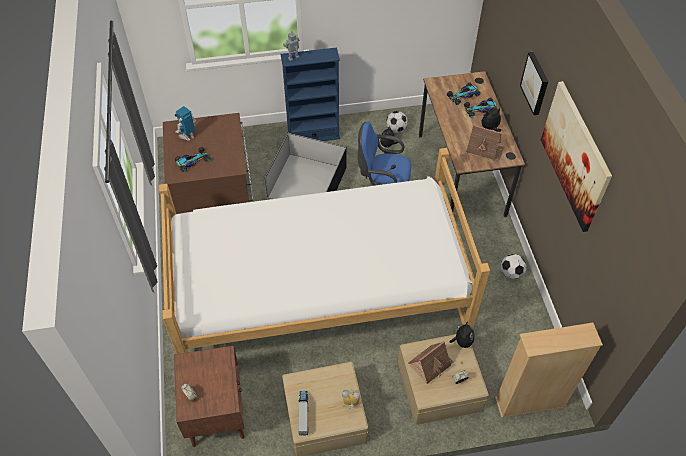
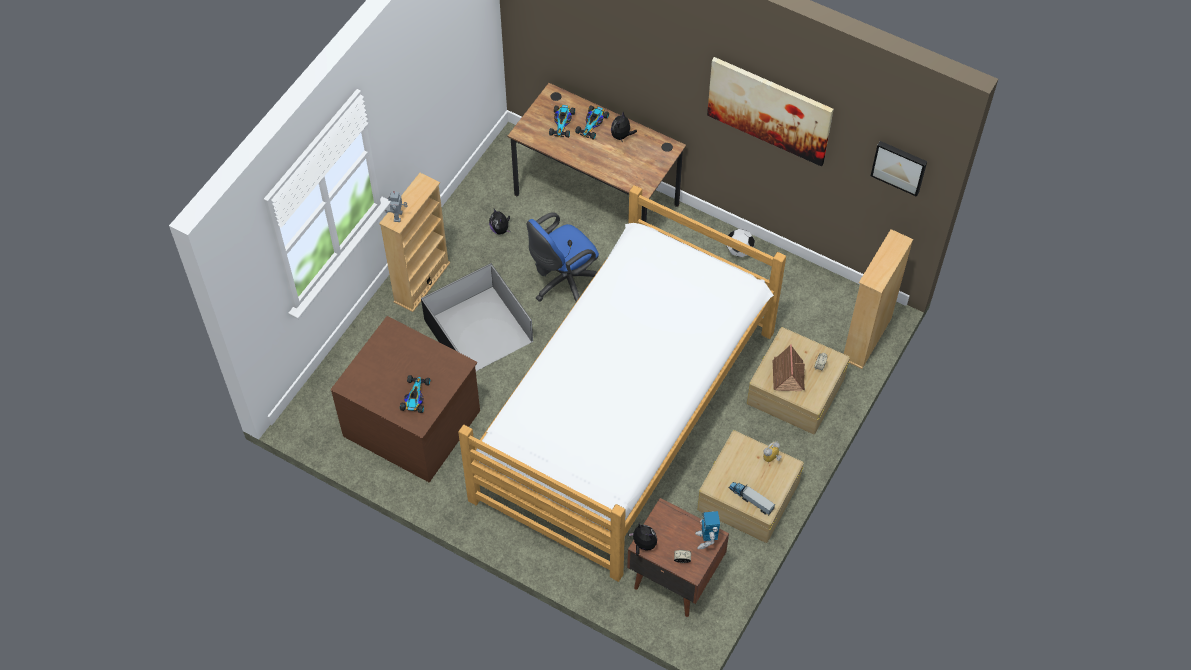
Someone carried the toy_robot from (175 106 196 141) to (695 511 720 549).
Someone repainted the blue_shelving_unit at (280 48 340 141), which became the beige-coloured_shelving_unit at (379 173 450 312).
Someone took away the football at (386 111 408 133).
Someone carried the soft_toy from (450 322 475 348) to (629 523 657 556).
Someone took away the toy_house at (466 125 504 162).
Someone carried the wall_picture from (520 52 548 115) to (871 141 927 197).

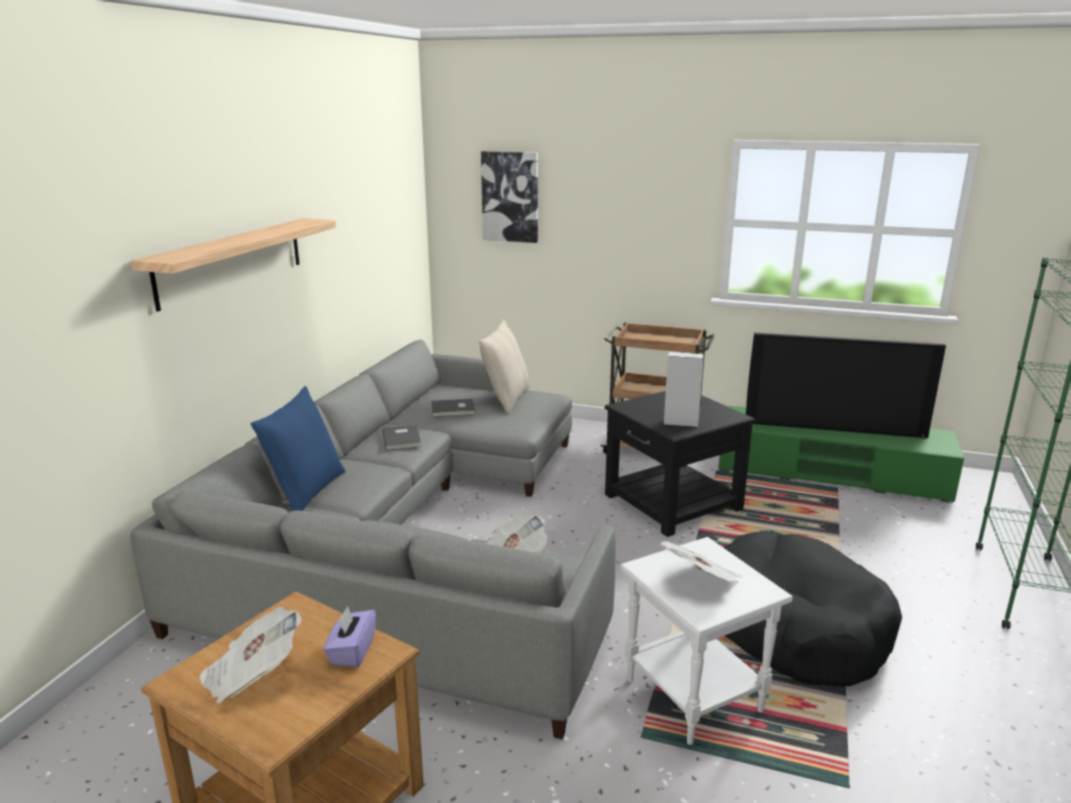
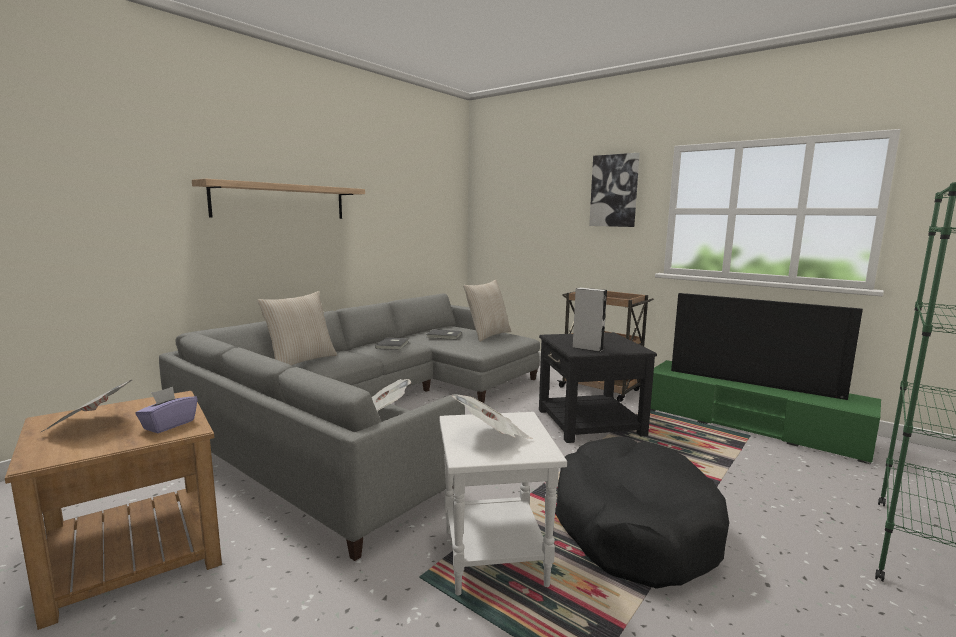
Someone repainted the blue_throw_pillow at (251 386 346 511), which became the beige-coloured_throw_pillow at (257 291 337 366).
Someone carried the wall_picture from (481 151 538 243) to (589 153 640 227).

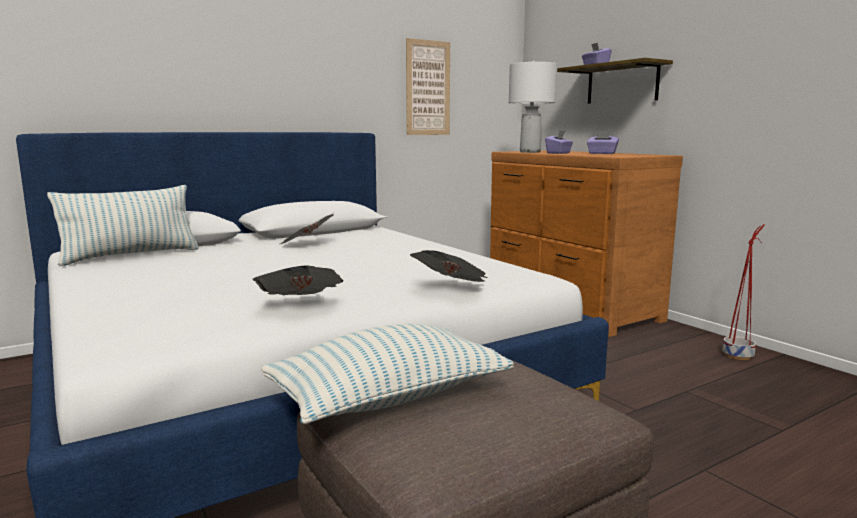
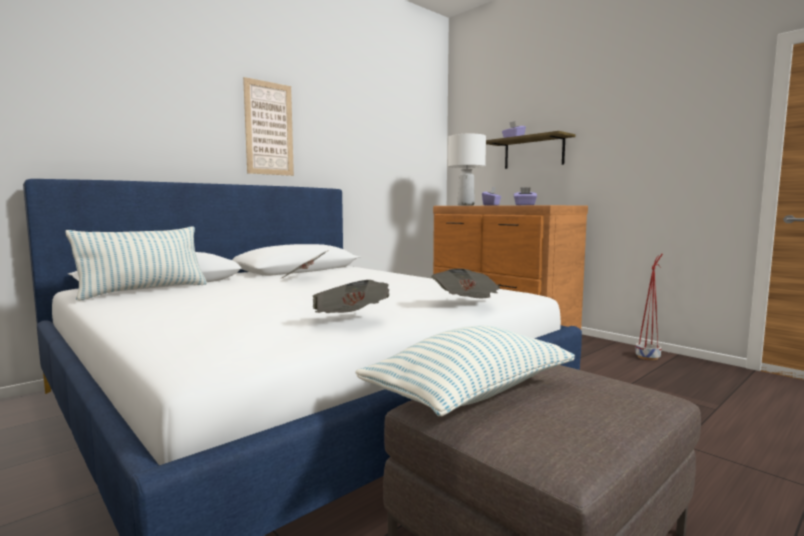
Someone carried the wall_picture from (406 38 450 135) to (243 77 294 176).

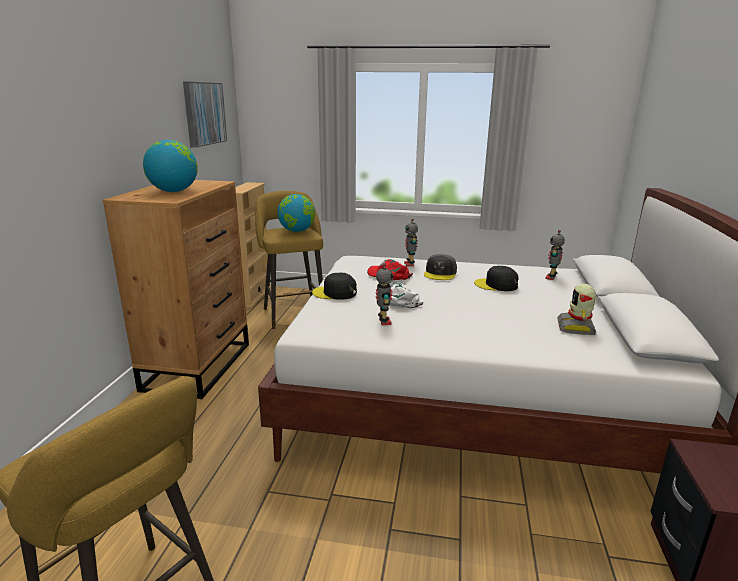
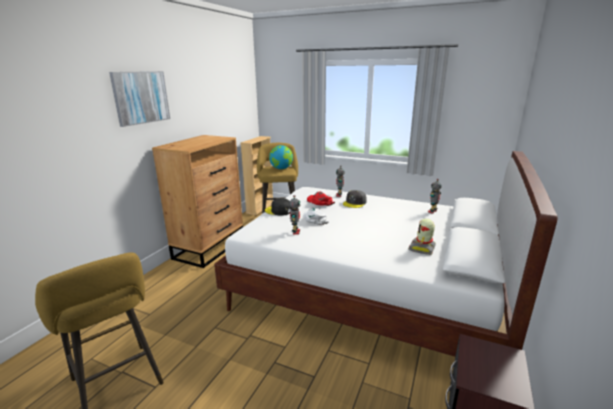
Someone took away the desk_globe at (143 140 198 192).
Someone carried the wall_picture from (183 82 227 148) to (109 71 170 127).
Someone took away the blackish_baseball_cap at (474 266 519 291).

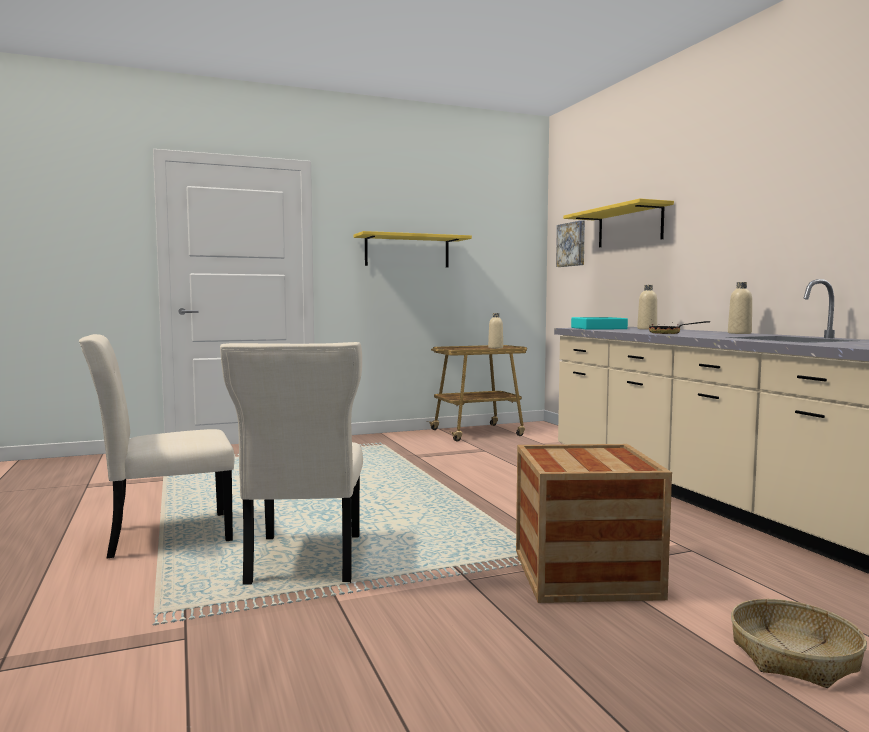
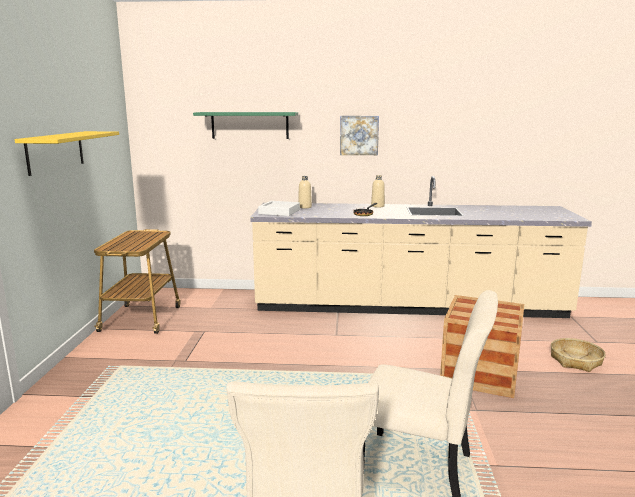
Someone took away the beige-coloured_drink_bottle at (488 313 503 348).
Someone carried the wall_picture from (556 220 585 267) to (340 116 379 155).
Someone repainted the yellow_wall_shelf at (563 198 674 247), which became the green-coloured_wall_shelf at (193 112 298 139).
Someone repainted the blue-green_carrying_tray at (571 317 628 330), which became the white-coloured_carrying_tray at (258 201 300 216).

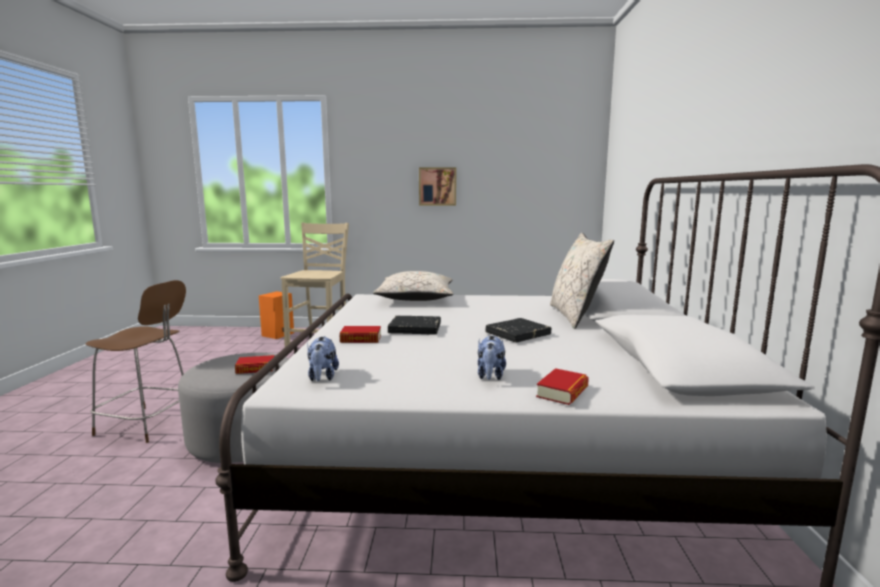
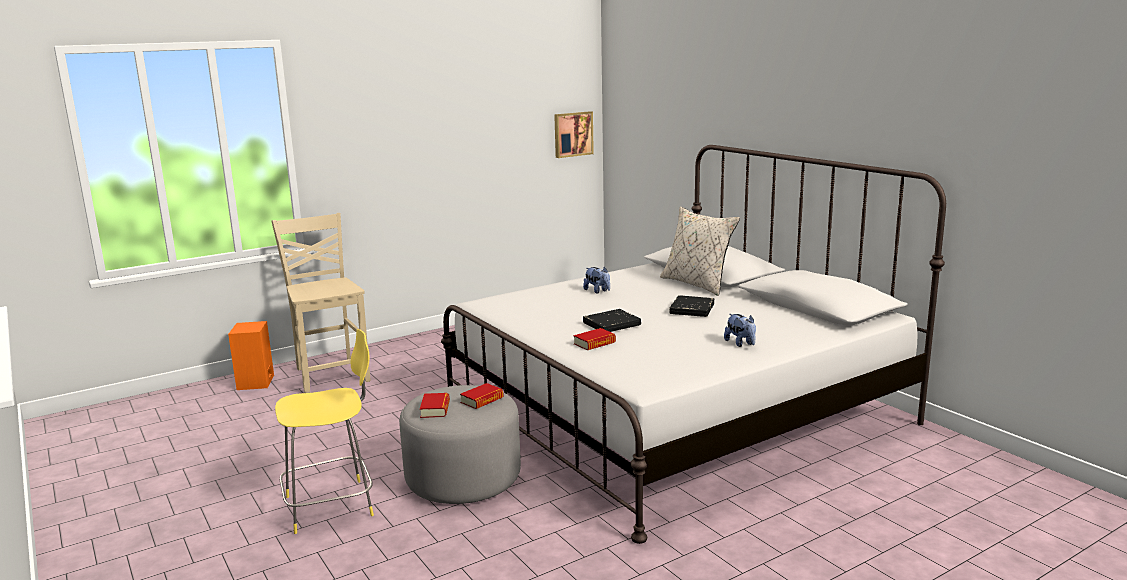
Someone repainted the brownish_sitting_stool at (85 280 186 443), which became the yellow_sitting_stool at (275 329 374 534).
Someone carried the soft_toy from (307 336 339 381) to (583 267 610 294).
Someone took away the beige-coloured_throw_pillow at (373 271 453 301).
Someone carried the wall_picture from (419 167 456 205) to (554 111 594 158).
Someone carried the volume from (536 368 589 405) to (420 393 450 418).

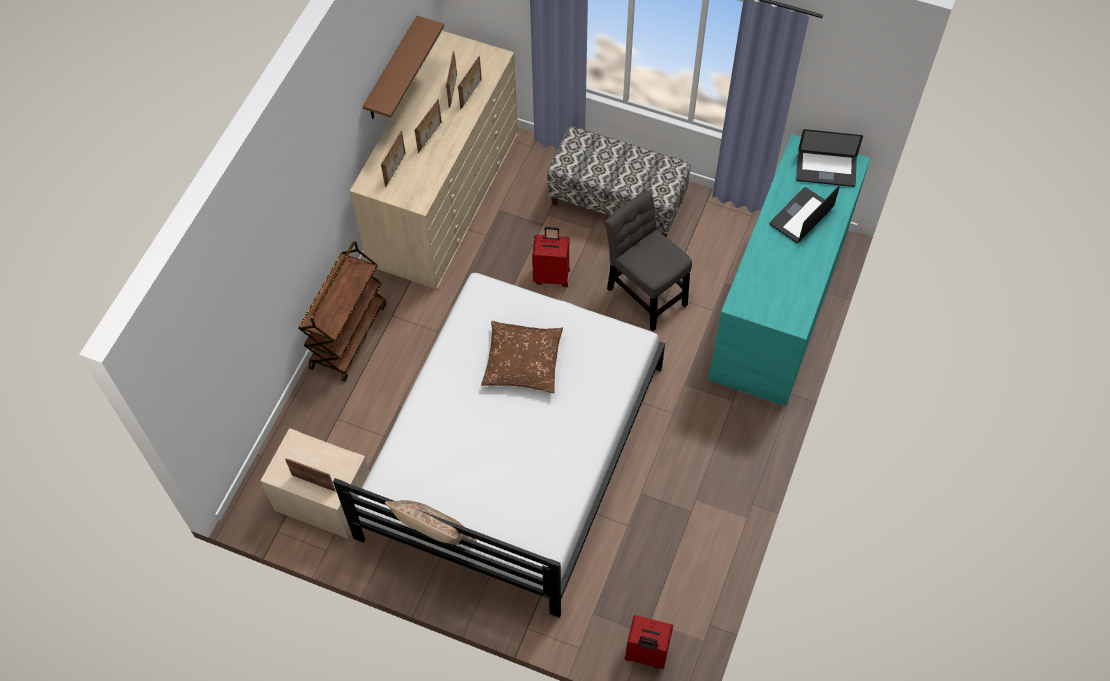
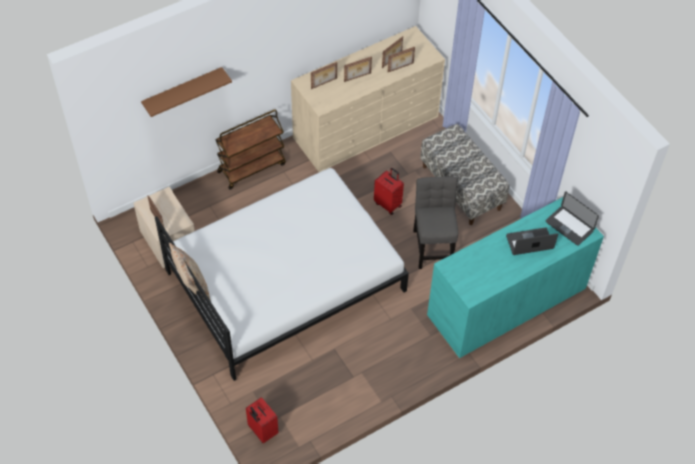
Someone carried the brownish_wall_shelf from (362 16 444 119) to (141 67 232 117).
Someone took away the brownish_throw_pillow at (481 321 563 393).

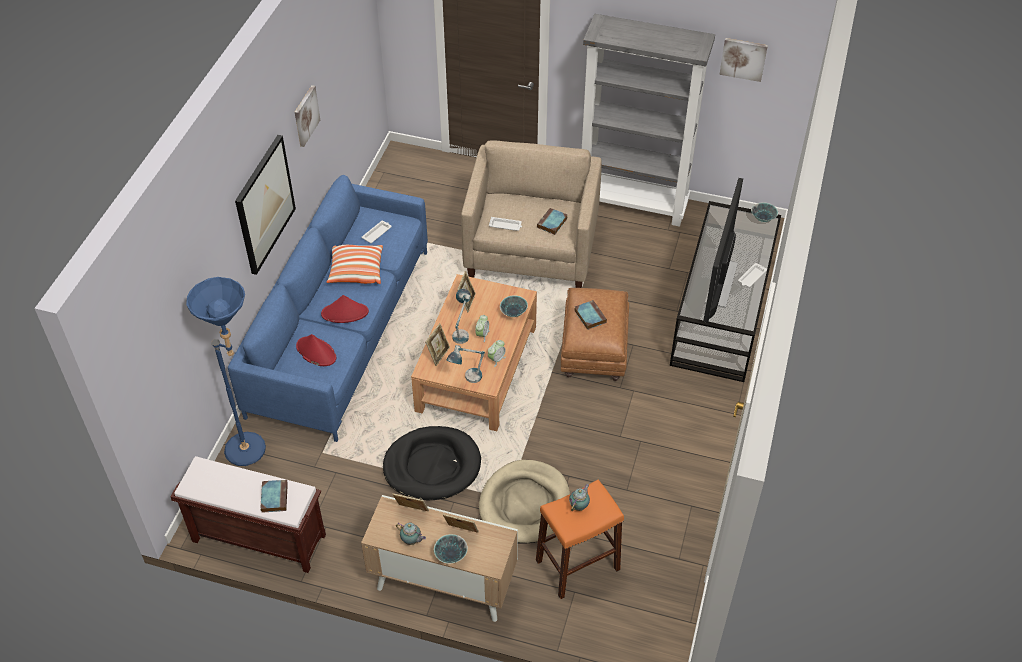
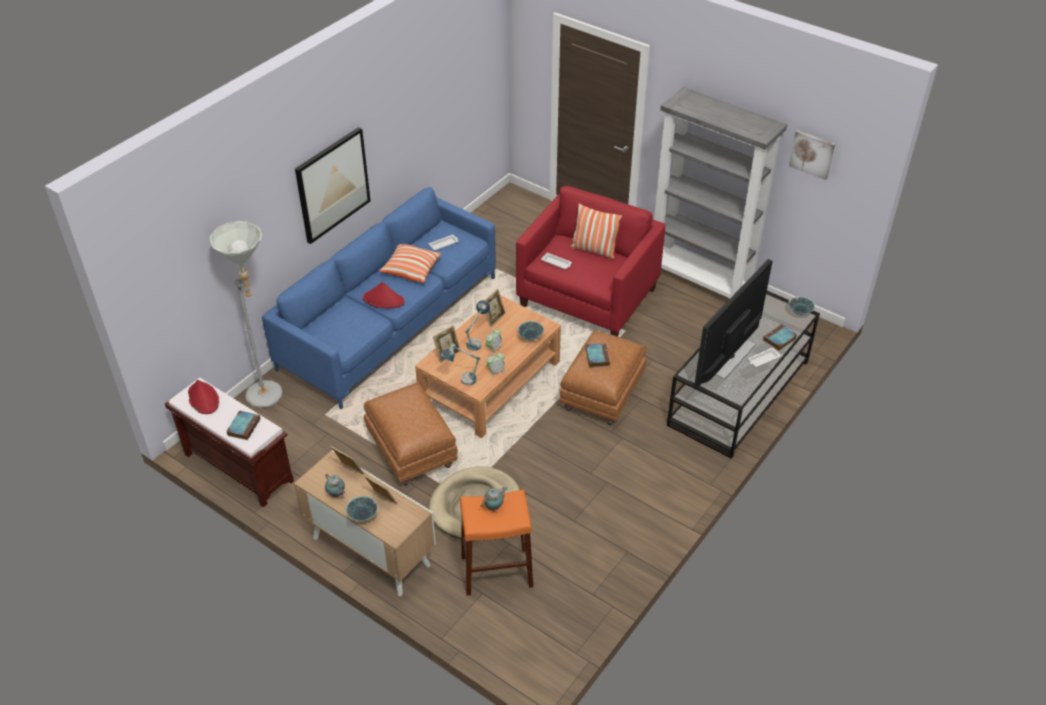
Someone repainted the blue_standard_lamp at (186 277 266 466), which became the gray_standard_lamp at (210 221 282 408).
Someone took away the wall_picture at (295 85 320 147).
Someone carried the red-coloured_wearable_hat from (296 334 336 366) to (188 380 219 414).
Someone swapped the blackish_pet_bed at (383 426 481 500) for the brownish_ottoman at (364 383 458 485).
Someone repainted the beige-coloured_lounge_chair at (461 140 602 288), which became the red-coloured_lounge_chair at (516 186 665 337).
Someone carried the volume from (537 208 568 235) to (763 324 797 351).
Someone put down the throw_pillow at (570 203 622 259).

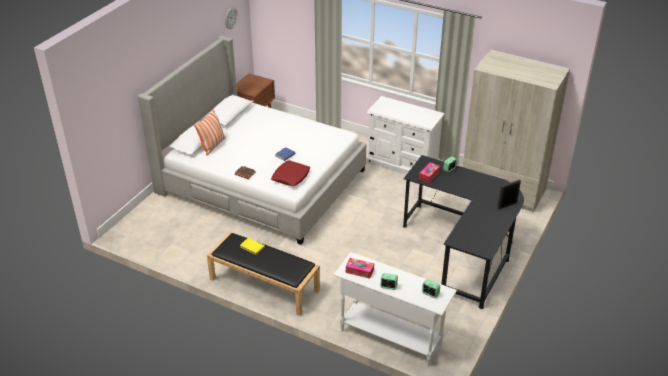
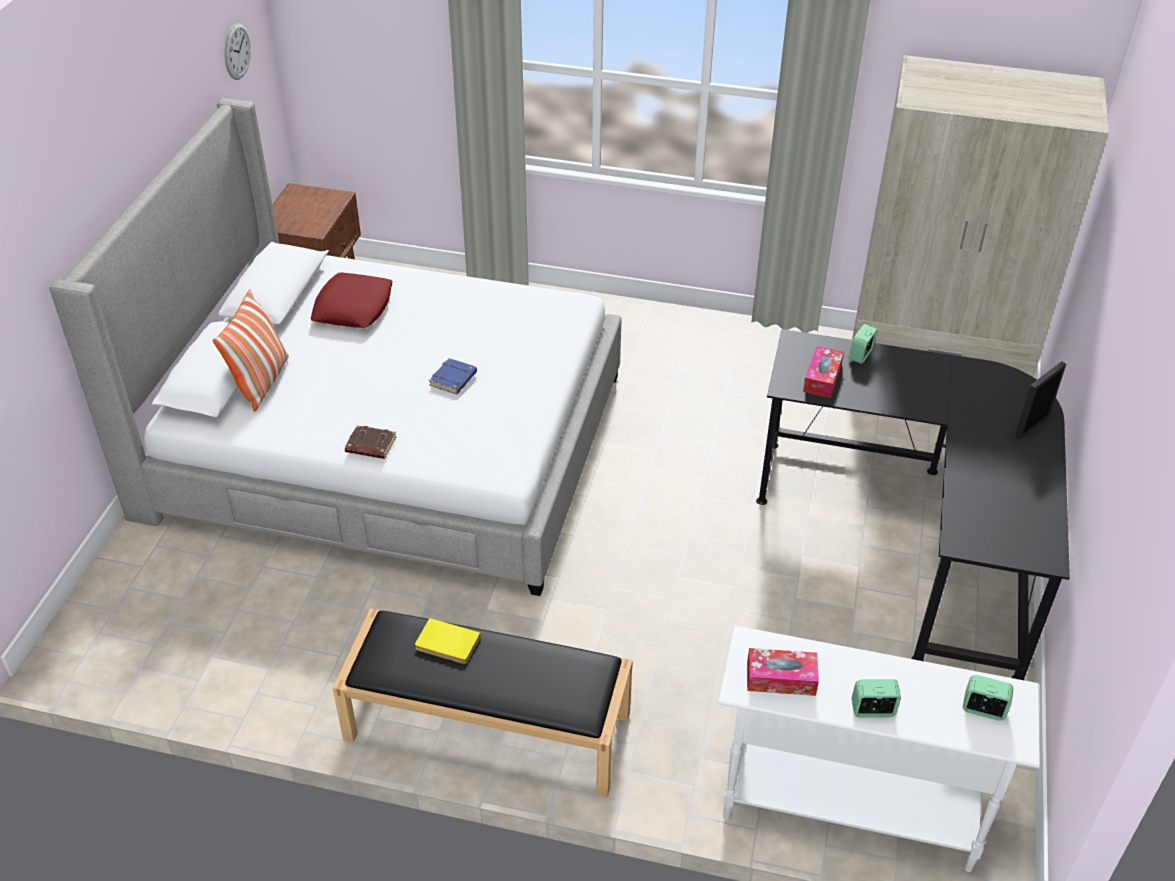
Someone carried the red-coloured_throw_pillow from (271 160 310 186) to (311 273 392 328).
Someone took away the white-coloured_chest_of_drawers at (366 96 445 174).

